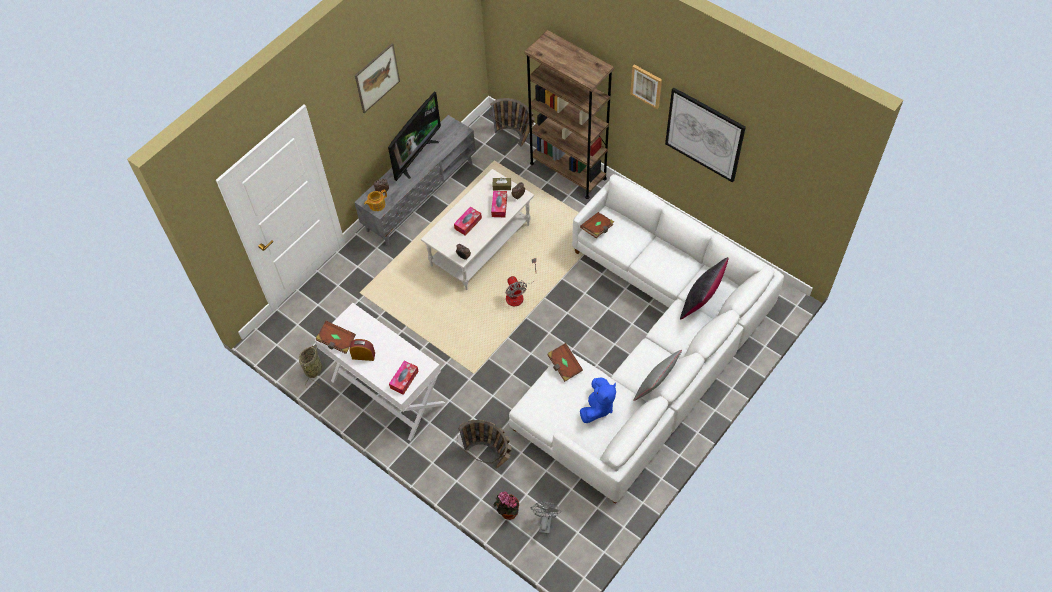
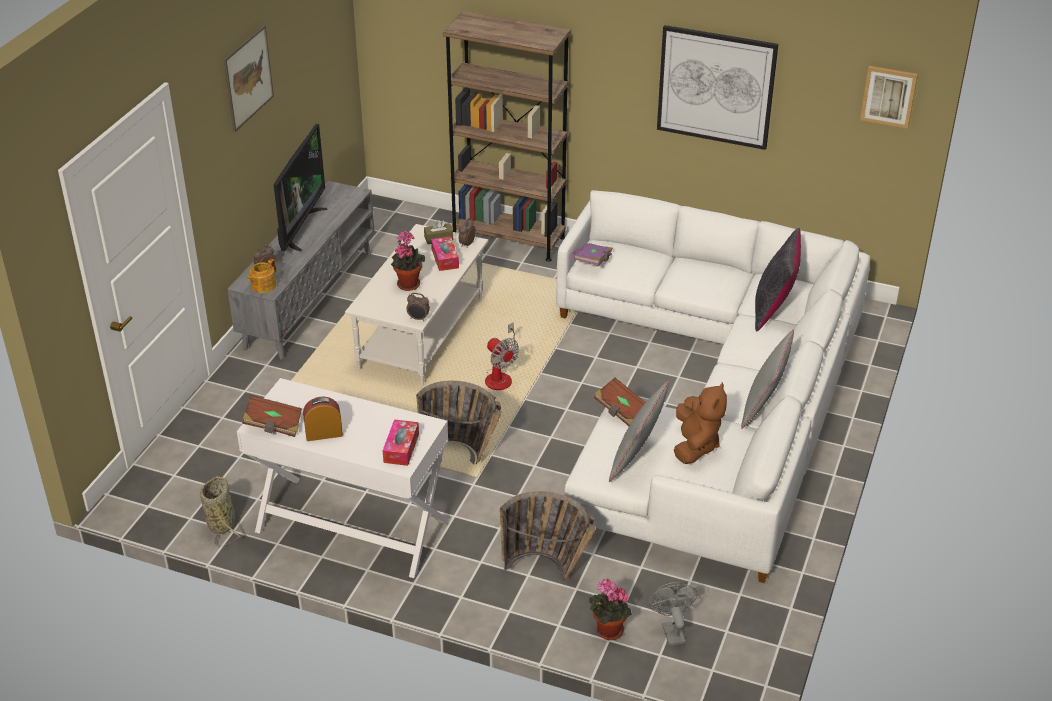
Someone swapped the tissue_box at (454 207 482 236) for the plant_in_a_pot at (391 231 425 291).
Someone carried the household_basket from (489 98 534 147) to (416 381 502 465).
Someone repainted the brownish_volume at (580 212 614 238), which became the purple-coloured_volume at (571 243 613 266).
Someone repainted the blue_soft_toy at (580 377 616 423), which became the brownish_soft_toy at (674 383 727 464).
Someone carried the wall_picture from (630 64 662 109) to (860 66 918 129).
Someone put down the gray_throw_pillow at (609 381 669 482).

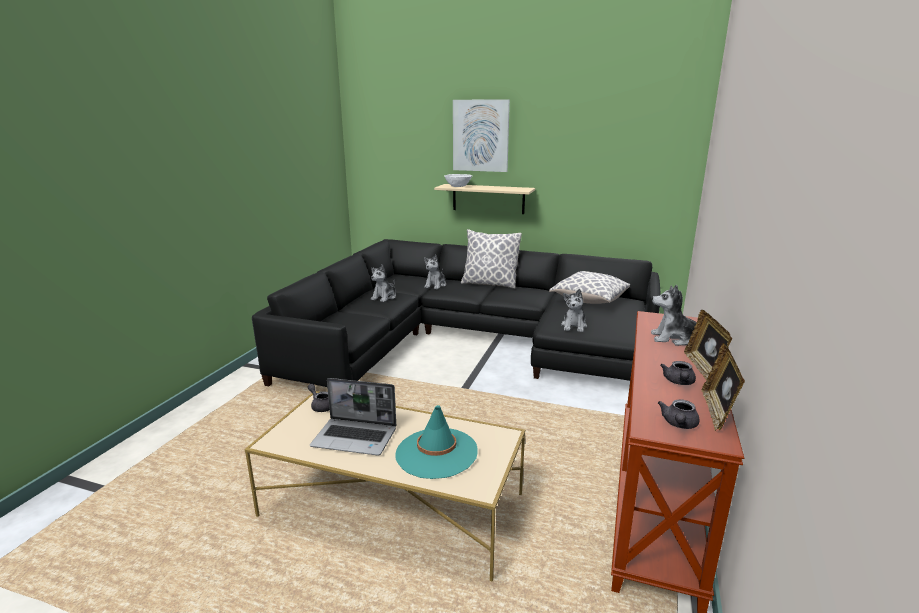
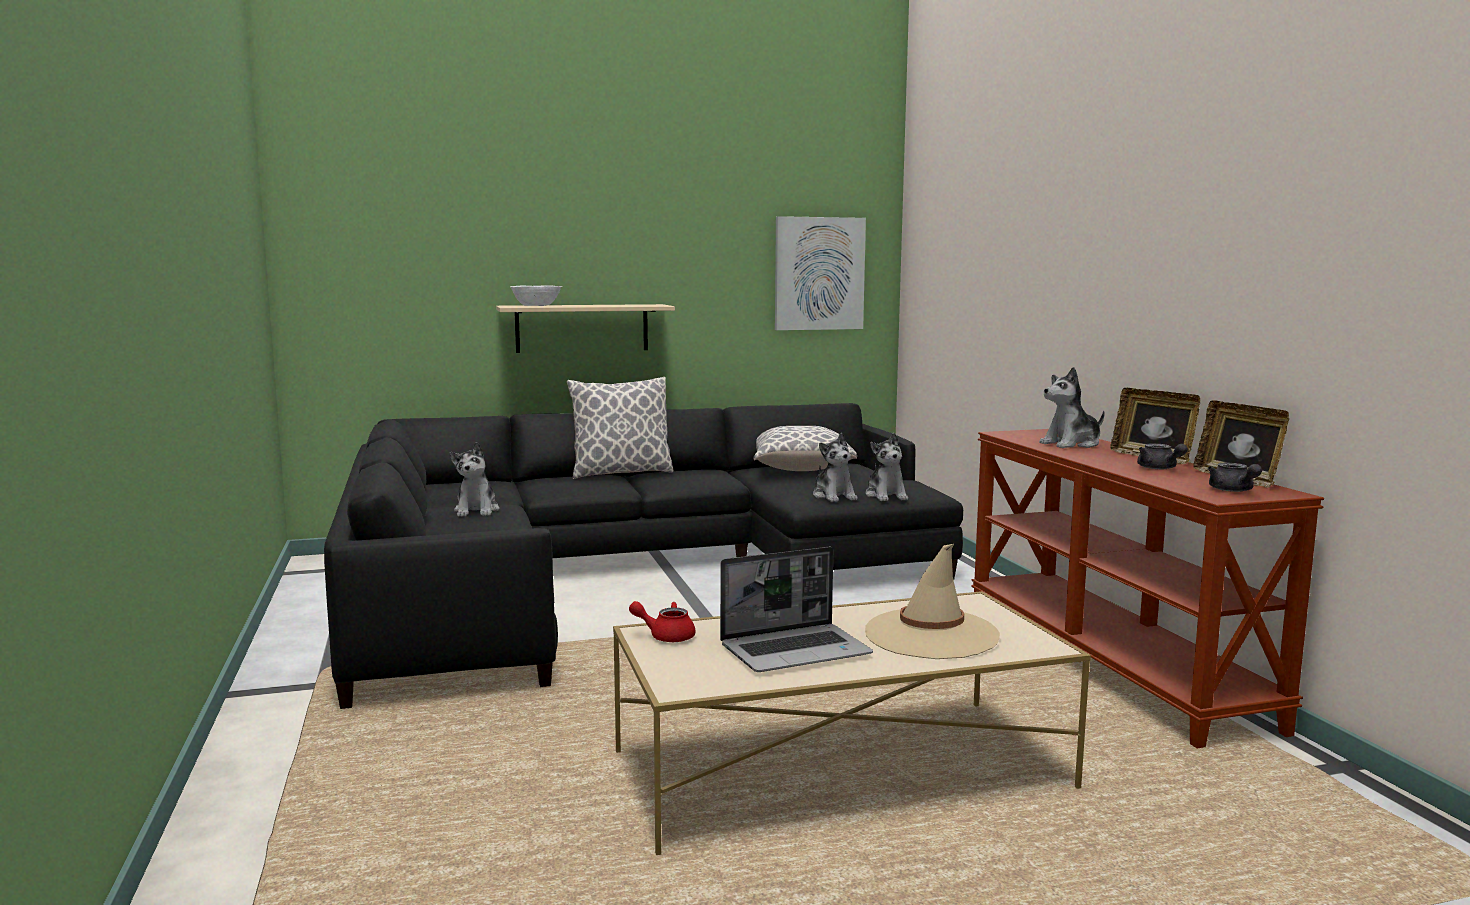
Someone repainted the gray_teapot at (308 384 330 412), which became the red-coloured_teapot at (629 601 696 642).
Someone repainted the blue-green_wearable_hat at (395 405 478 479), which became the beige-coloured_wearable_hat at (865 544 1000 659).
Someone carried the soft_toy from (424 254 446 290) to (866 433 908 501).
Someone carried the wall_picture from (453 99 510 172) to (775 216 866 330).

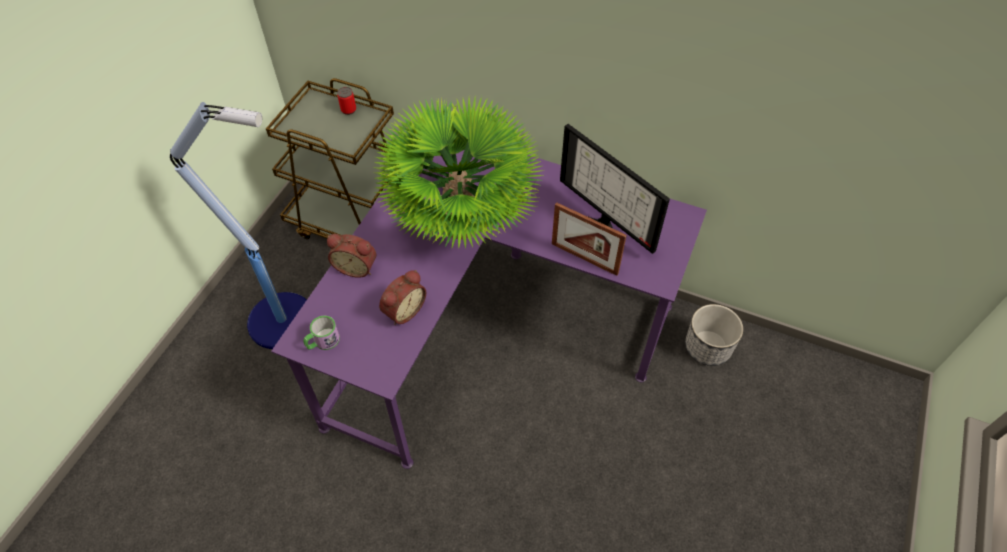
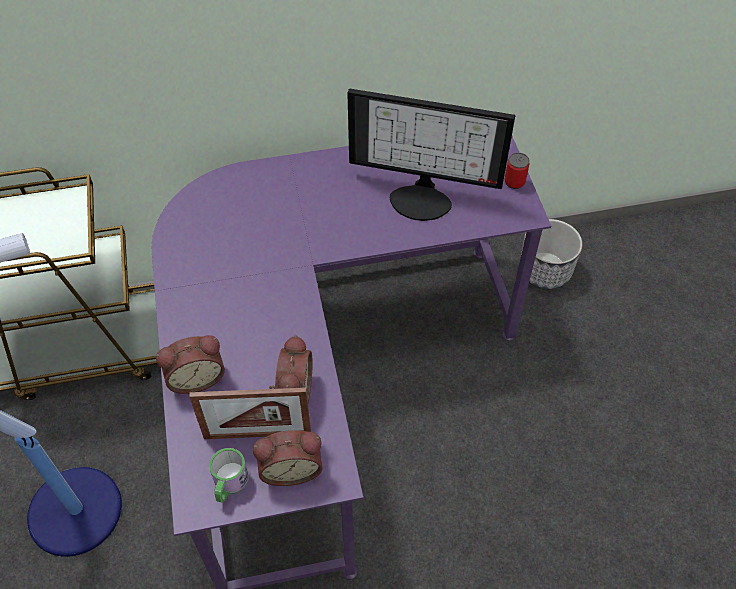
Someone carried the metal_can from (337 87 356 115) to (505 153 529 189).
Someone took away the plant_in_a_pot at (374 96 545 248).
Someone carried the standing_frame from (552 203 627 276) to (189 387 311 439).
Someone put down the bedside_clock at (253 430 323 486).

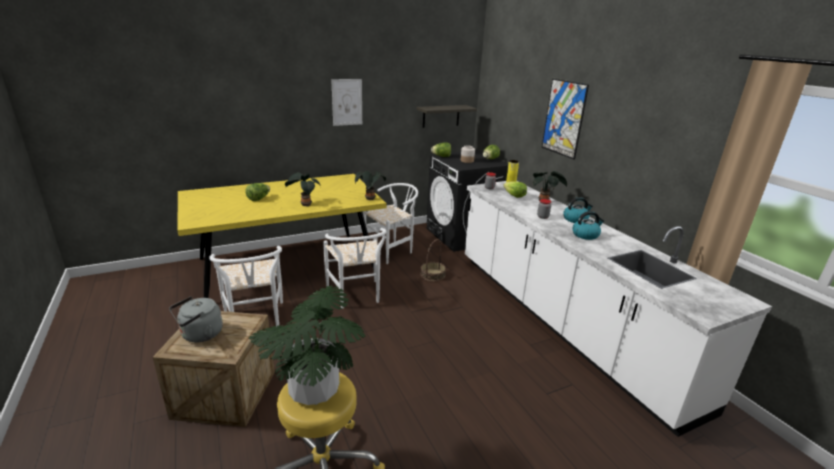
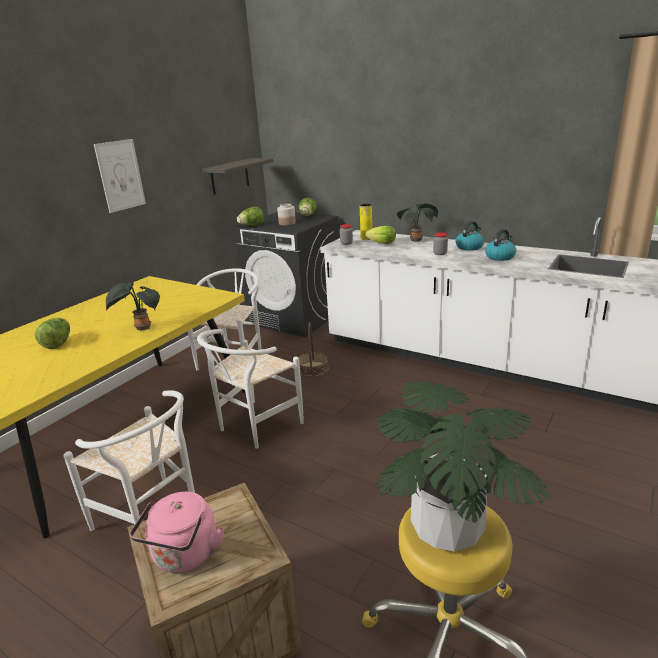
Someone repainted the gray_tea_kettle at (169 296 223 343), which became the pink-coloured_tea_kettle at (130 492 224 573).
Someone rotated the white-coloured_upright_chair at (323 228 387 308) by 90 degrees clockwise.
Someone took away the plant_in_a_pot at (355 171 386 200).
Someone took away the wall_picture at (542 79 589 159).

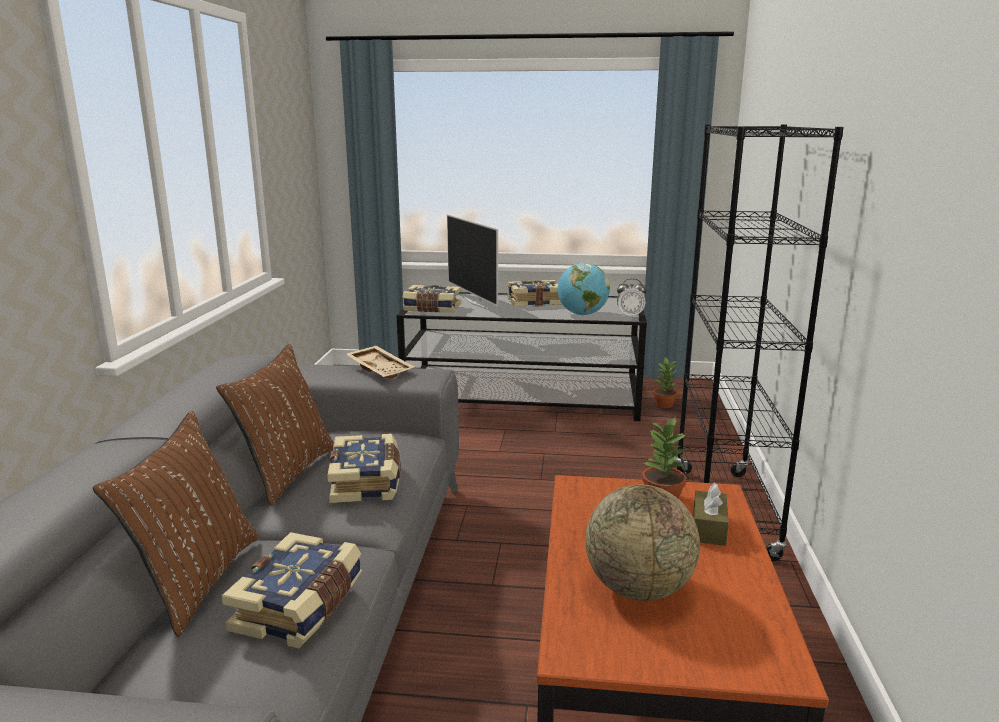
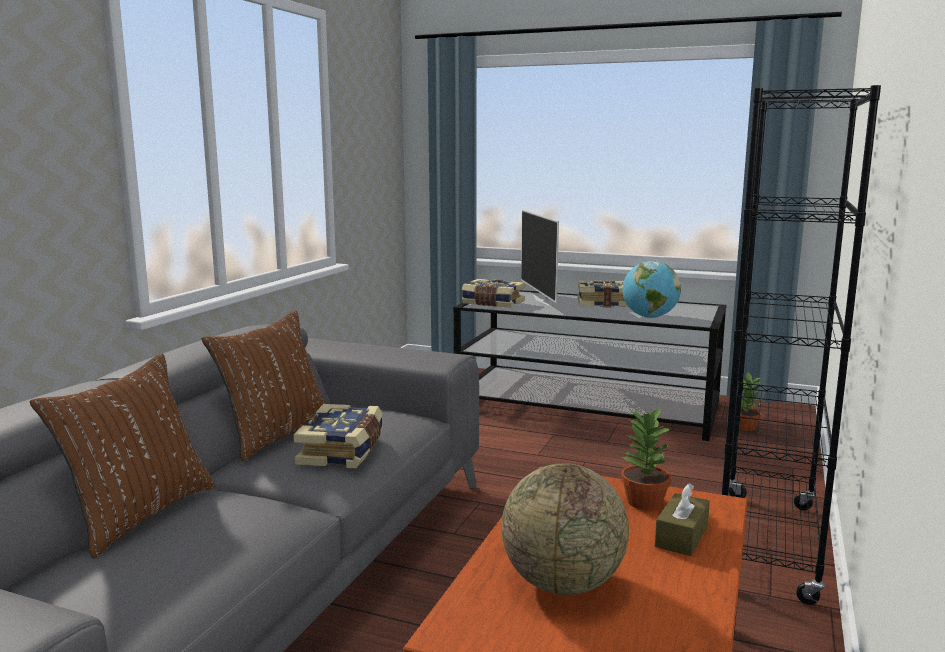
Someone took away the volume at (222 532 362 648).
Someone took away the beige-coloured_carrying_tray at (346 345 415 379).
Someone took away the bedside_clock at (617 279 647 318).

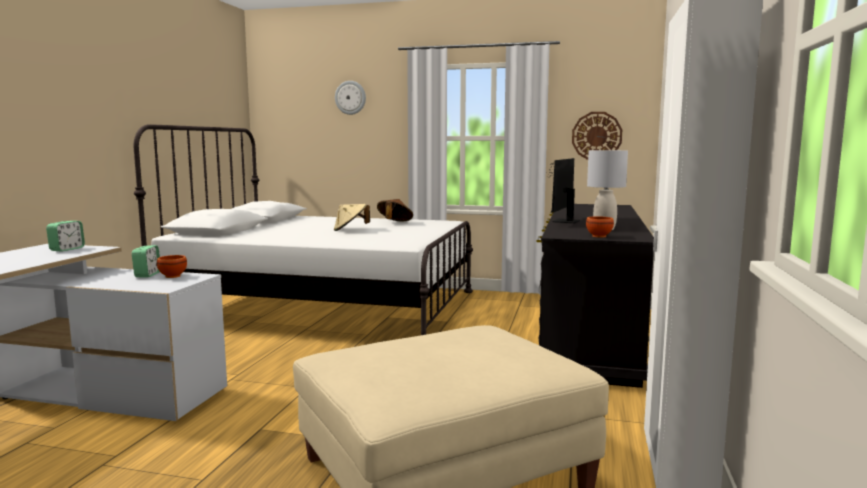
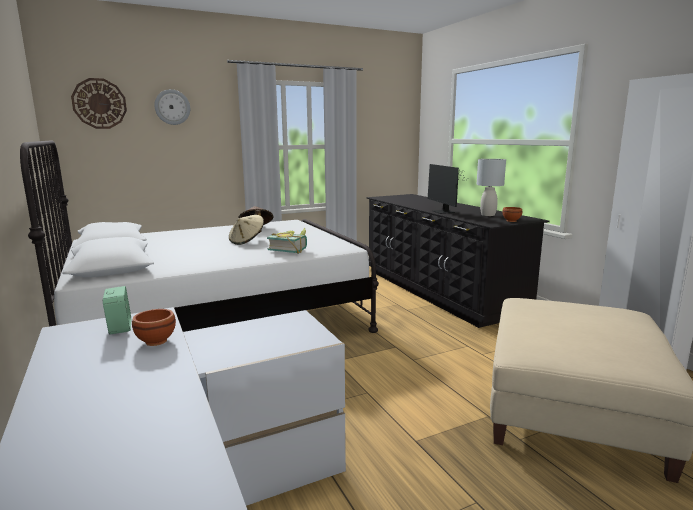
Someone took away the bedside_clock at (132 245 160 277).
Someone carried the brownish_serving_bowl from (157 255 187 278) to (132 309 176 346).
Someone carried the clock_on_the_wall from (572 112 622 160) to (71 78 127 129).
Someone put down the volume at (267 228 307 254).

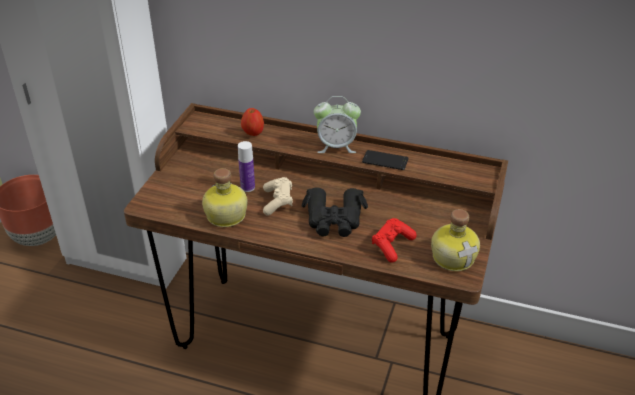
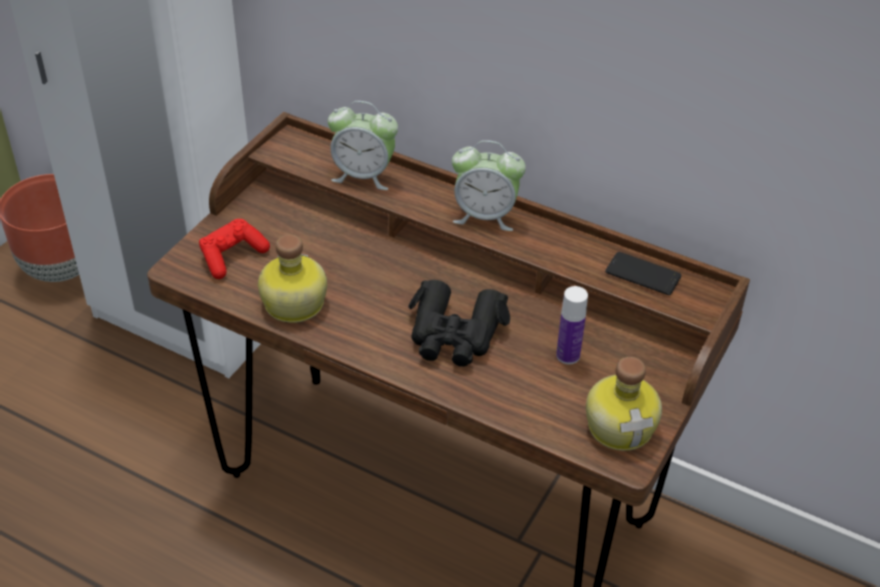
Someone carried the drink_bottle from (238 141 255 192) to (556 286 588 364).
Someone swapped the apple at (241 108 264 136) for the bedside_clock at (328 101 398 190).
Someone took away the beige-coloured_joypad at (263 177 293 215).
Someone carried the telephone from (362 150 408 170) to (605 252 681 295).
Someone carried the red-coloured_joypad from (372 218 417 263) to (199 219 270 279).

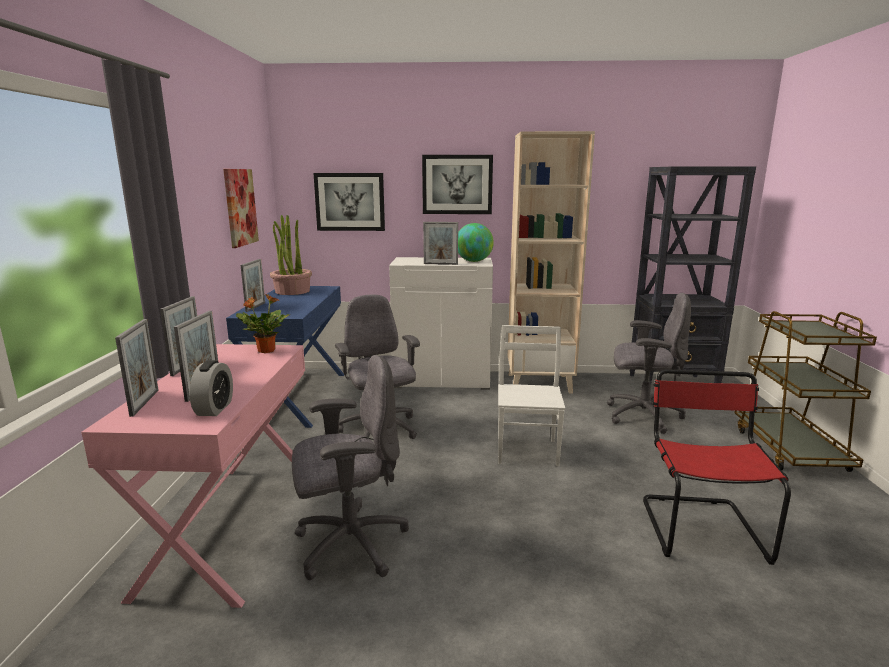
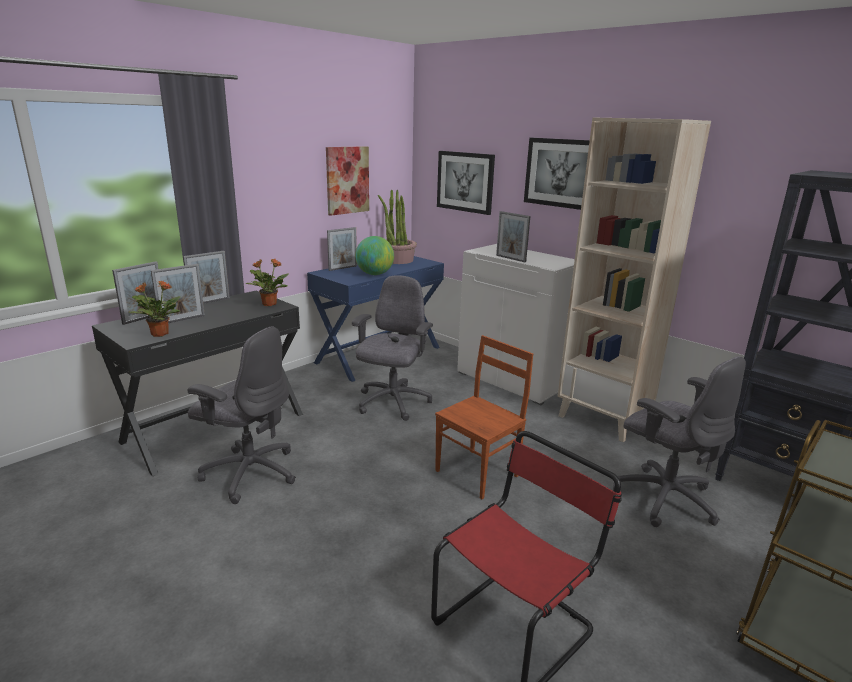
Someone repainted the pink-coloured_desk_table at (81 344 305 608), which became the blackish_desk_table at (92 290 303 476).
Someone swapped the bedside_clock at (189 360 233 416) for the plant_in_a_pot at (128 281 180 337).
Someone carried the desk_globe from (458 223 494 262) to (355 236 394 275).
Someone repainted the white-coloured_upright_chair at (498 325 565 466), which became the brownish_upright_chair at (435 335 533 499).

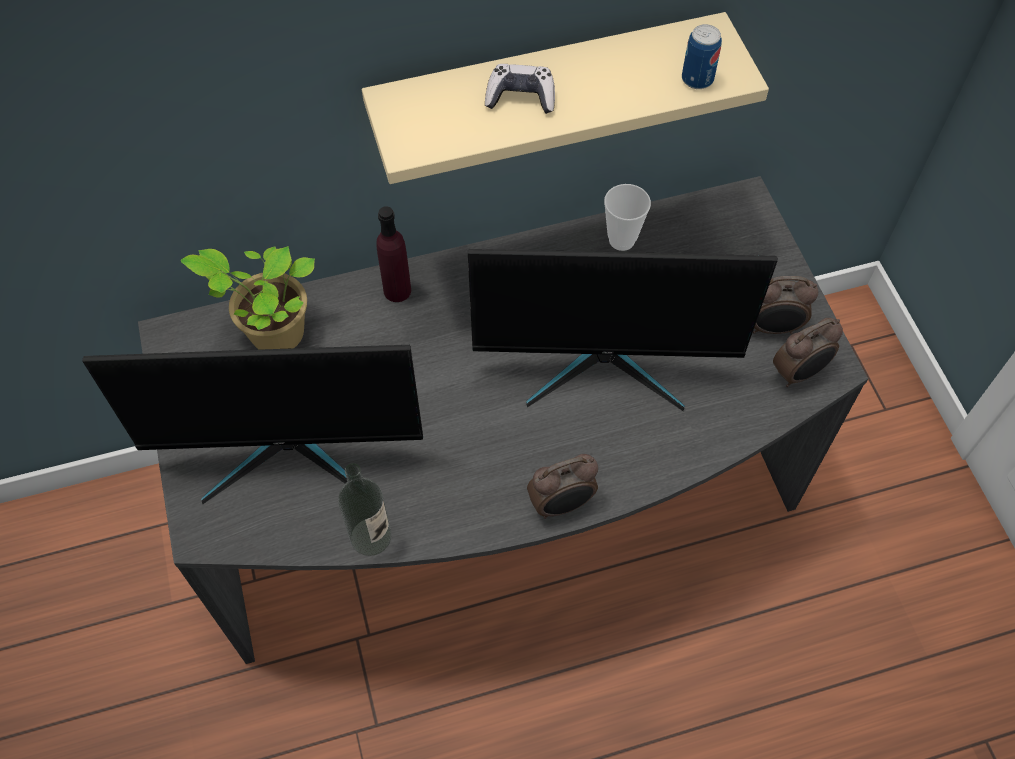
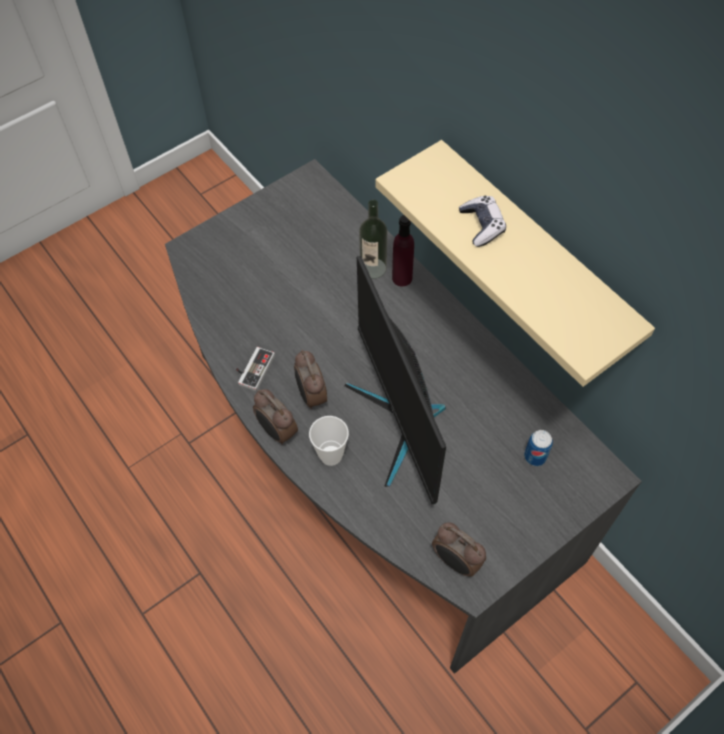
Someone took away the computer_screen at (82 345 423 504).
Someone took away the plant_in_a_pot at (180 246 315 350).
Someone carried the drink_bottle from (338 463 392 556) to (359 200 387 279).
Someone carried the cup from (604 184 651 251) to (309 416 349 466).
Someone carried the metal_can from (682 24 722 89) to (524 430 553 466).
Someone carried the bedside_clock from (753 276 818 334) to (294 350 327 409).
Someone put down the joypad at (236 347 275 391).

